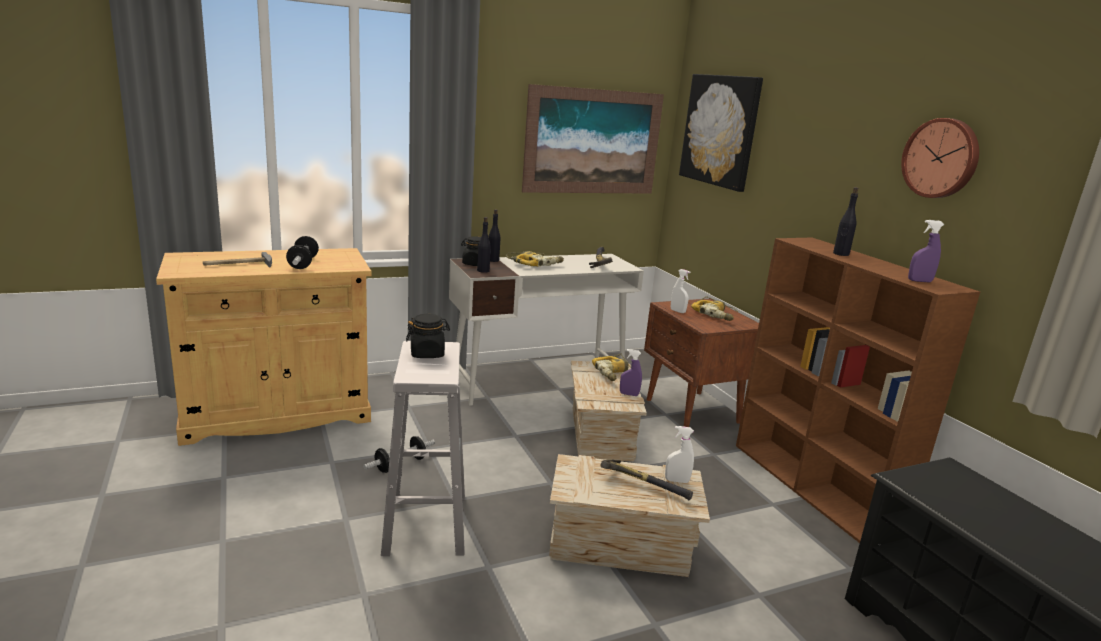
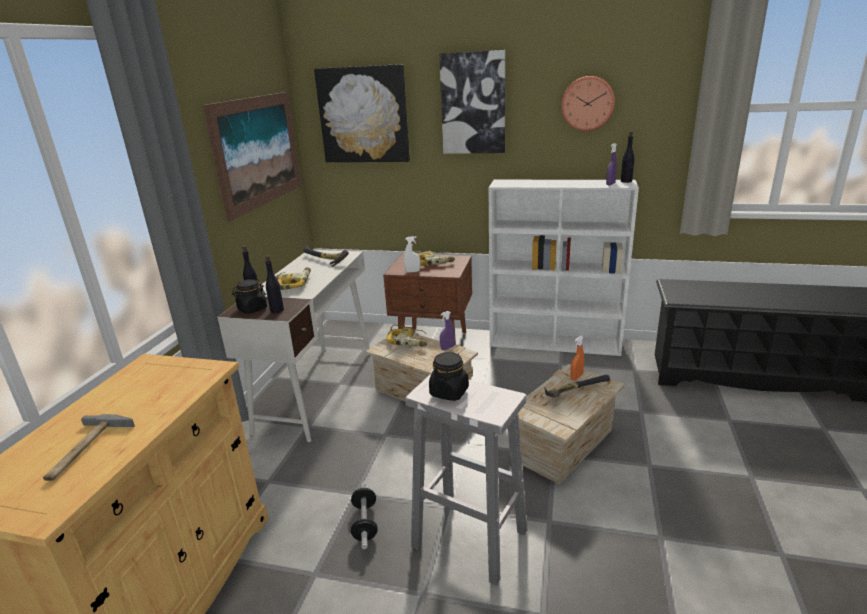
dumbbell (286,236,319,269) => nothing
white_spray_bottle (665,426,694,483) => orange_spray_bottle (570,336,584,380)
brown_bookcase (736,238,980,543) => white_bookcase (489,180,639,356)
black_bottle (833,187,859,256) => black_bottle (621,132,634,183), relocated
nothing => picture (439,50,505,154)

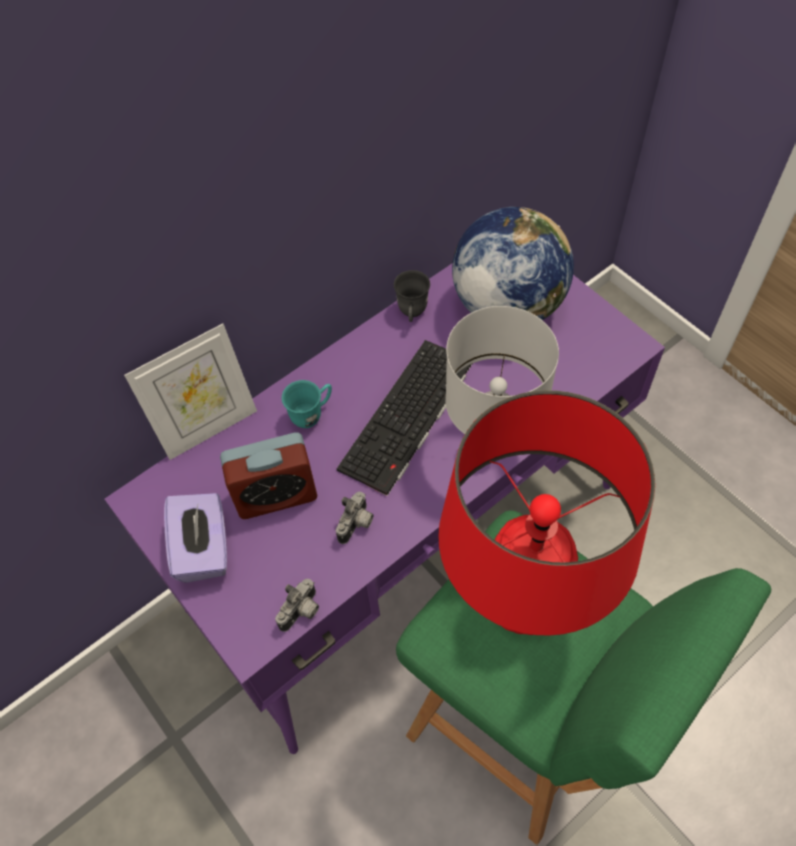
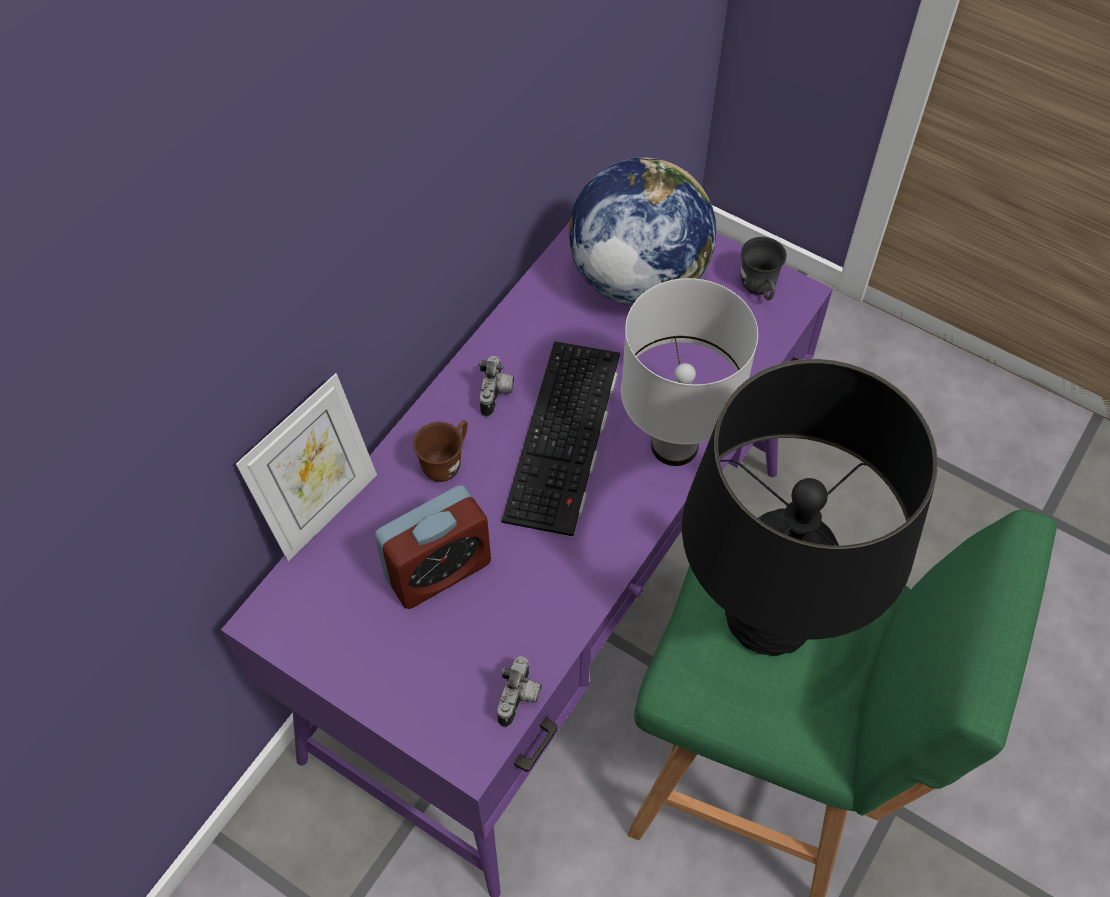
purple_tissue_box (164,493,227,583) => nothing
turquoise_mug (282,380,332,428) => brown_mug (413,420,468,482)
photo_camera (336,492,374,544) => photo_camera (479,356,514,417), relocated
grey_mug (394,270,430,322) => grey_mug (741,237,787,300), relocated
red_table_lamp (438,390,655,636) => black_table_lamp (682,359,938,656)

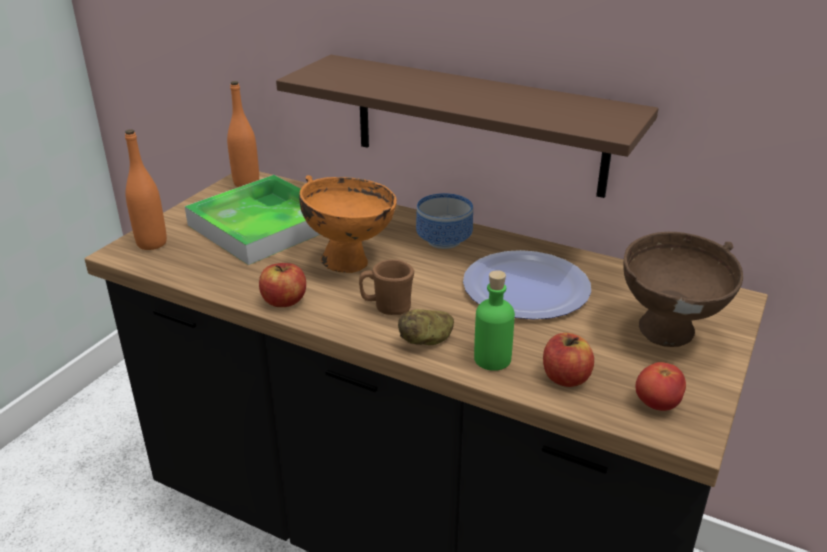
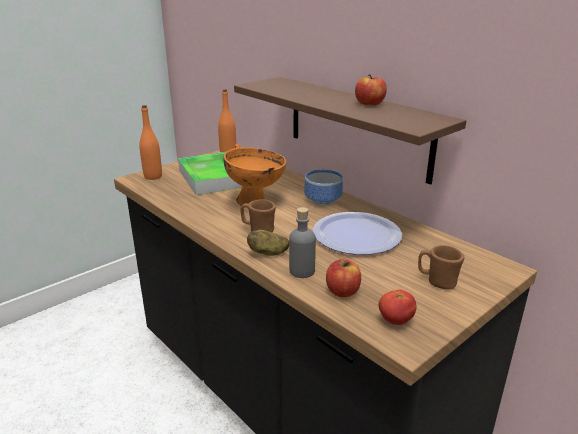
apple (259,263,306,307) => apple (355,74,387,105), relocated
green_bottle (474,270,515,371) => grey_bottle (289,207,316,278)
brown_bowl (623,232,743,347) => brown_mug (418,245,464,290)

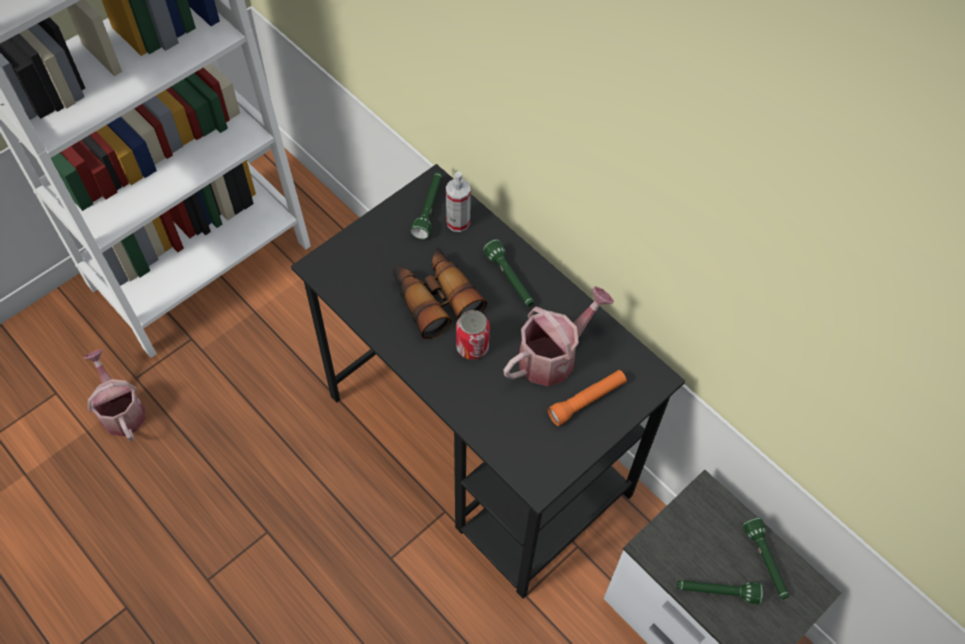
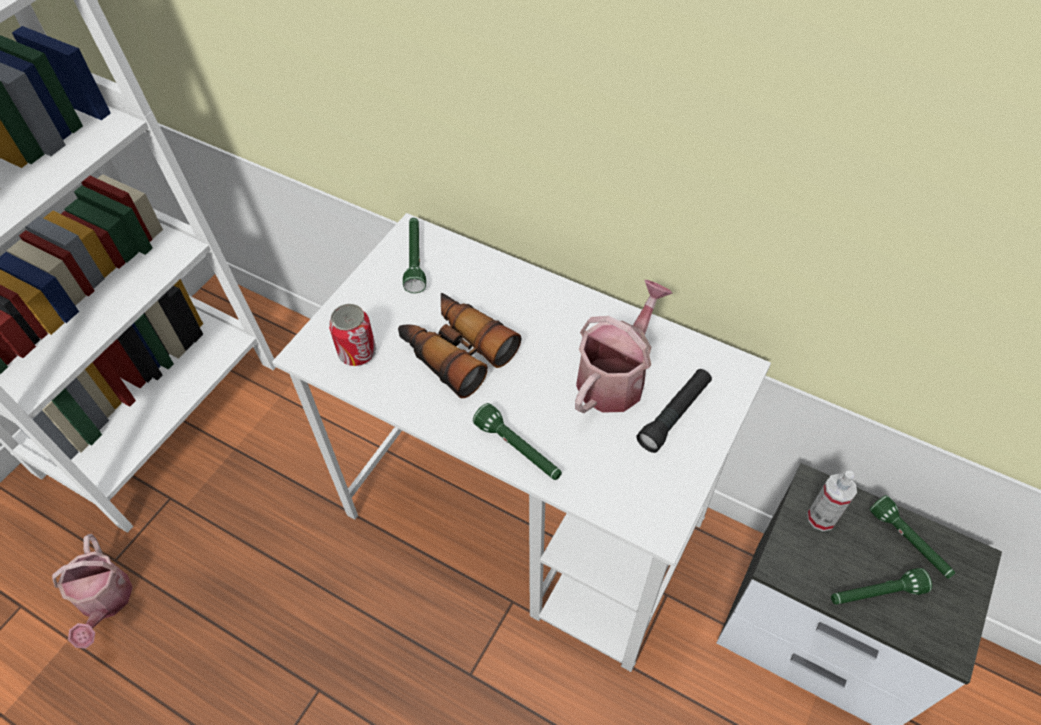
watering_can (84,350,145,441) => watering_can (52,534,133,649), 150 degrees counterclockwise
black_desk (291,164,685,598) => white_desk (272,213,771,672)
spray_bottle (446,172,471,232) => spray_bottle (807,471,857,531), relocated
can (456,310,490,360) => can (329,304,376,366), relocated
green_flashlight (483,239,534,307) => green_flashlight (473,403,562,480), relocated
orange_flashlight (547,370,627,426) => black_flashlight (636,369,712,453)

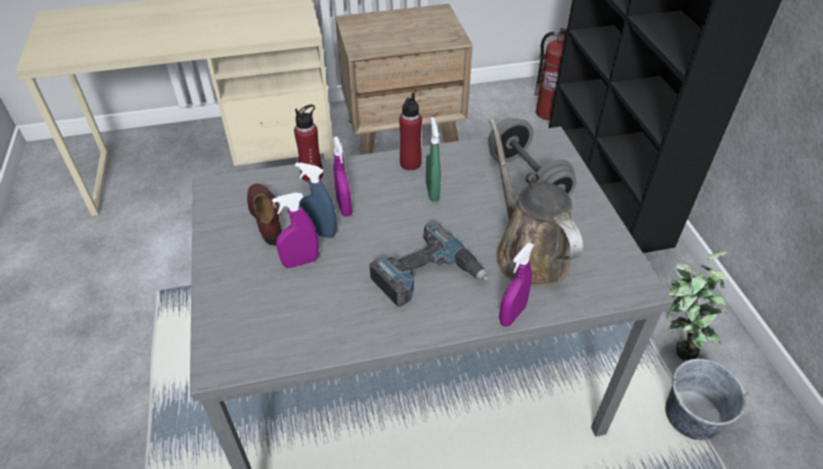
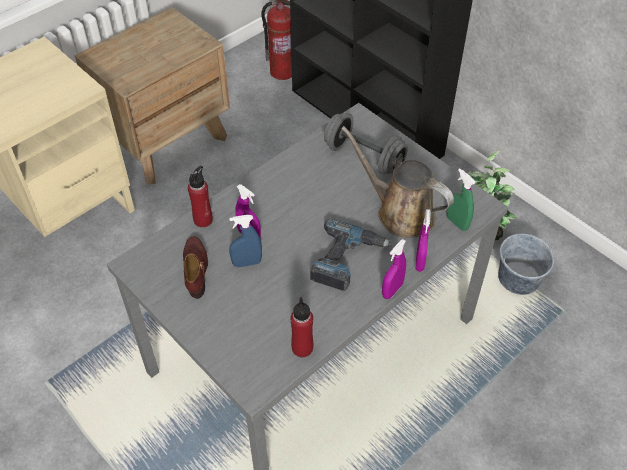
brown_shoe (247,183,282,245) => brown_shoe (183,236,208,299), 45 degrees clockwise
purple_spray_bottle (272,192,319,268) => purple_spray_bottle (382,239,406,299), relocated
red_bottle (399,93,422,170) => red_bottle (290,297,313,357), relocated
green_spray_bottle (426,117,441,202) => green_spray_bottle (447,168,476,231), relocated

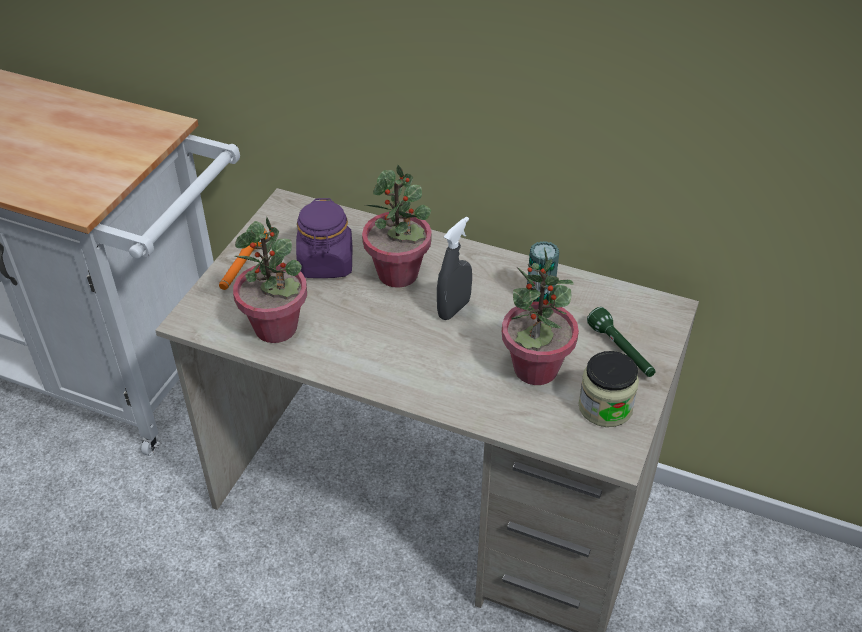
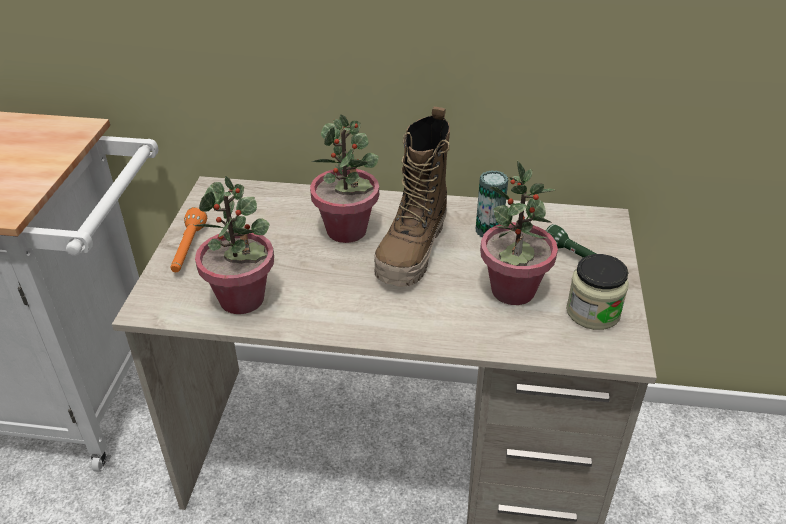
purple_jar (296,198,352,278) => nothing
grey_spray_bottle (437,216,472,320) => boot (374,107,450,287)

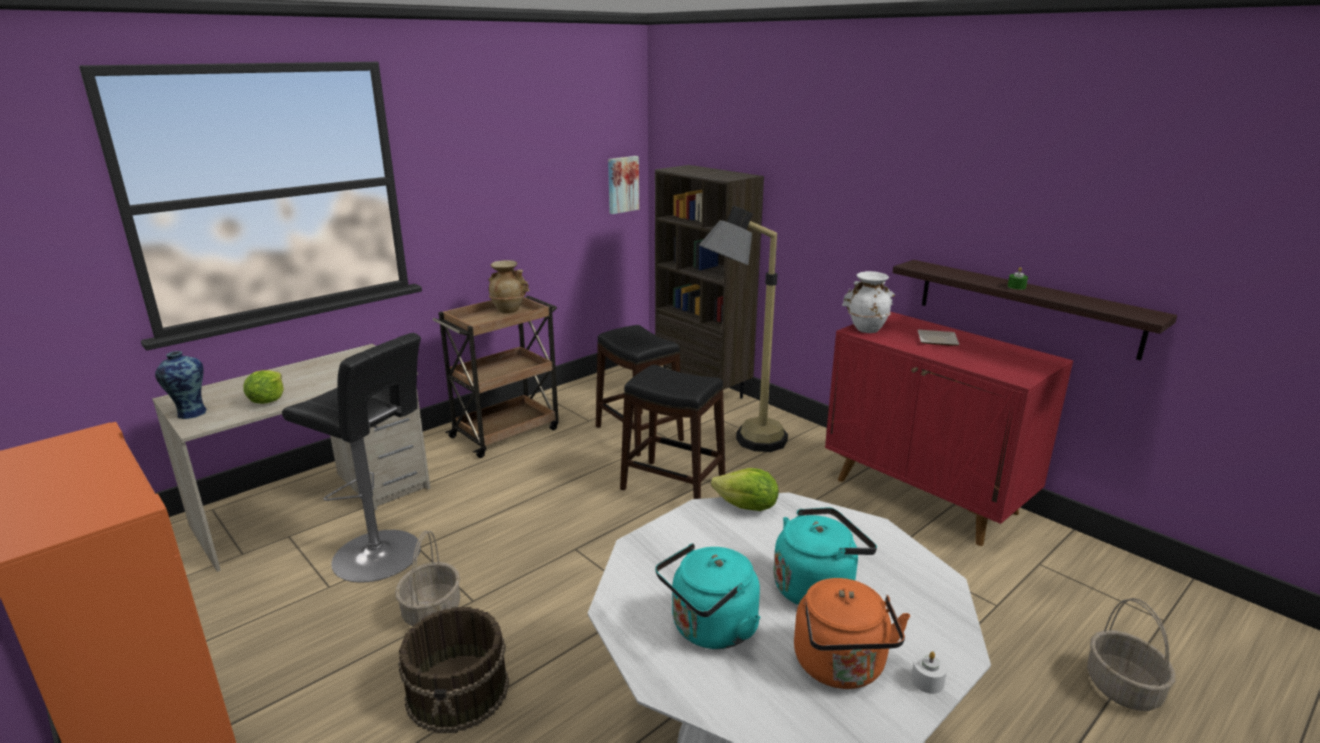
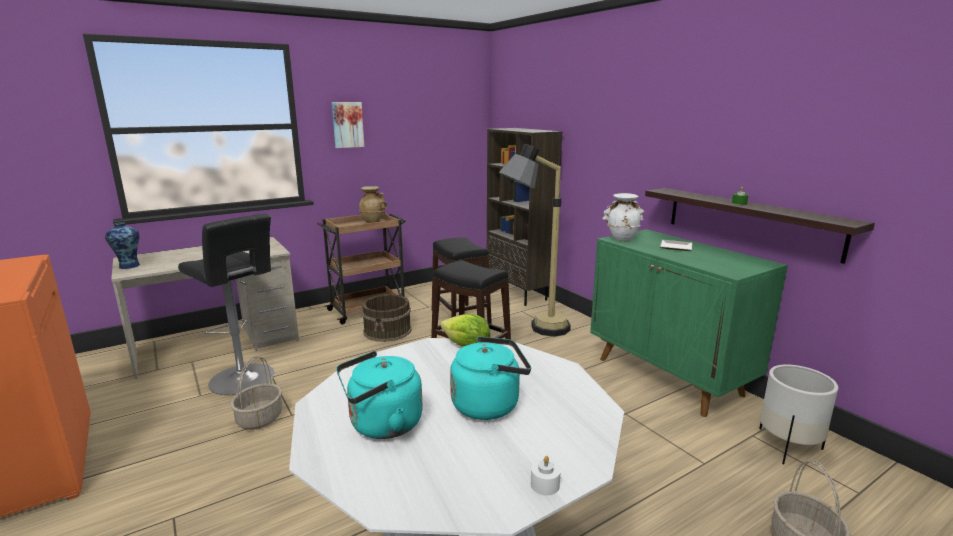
lettuce (243,370,284,404) => nothing
brown_bucket (398,607,509,733) => brown_bucket (362,294,412,342), relocated
picture (608,156,639,214) => picture (332,102,364,148), relocated
orange_kettle (794,578,910,689) => nothing
red_cabinet (825,312,1073,546) => green_cabinet (590,229,788,417)
nothing => white_planter (759,364,838,464)

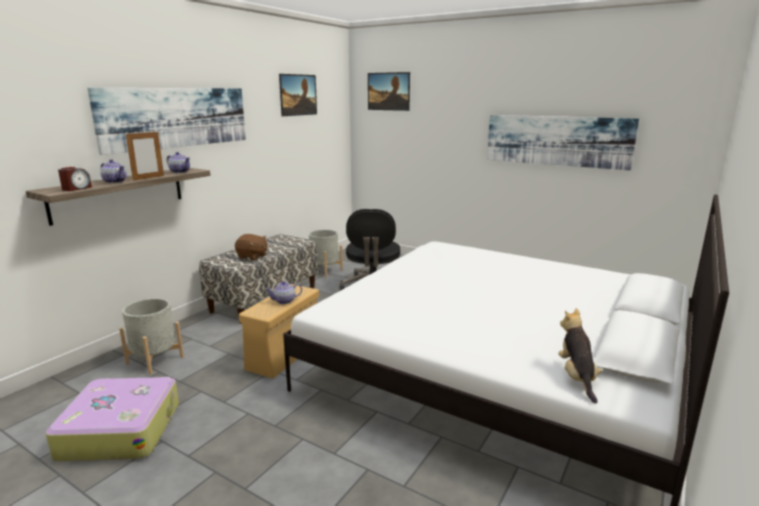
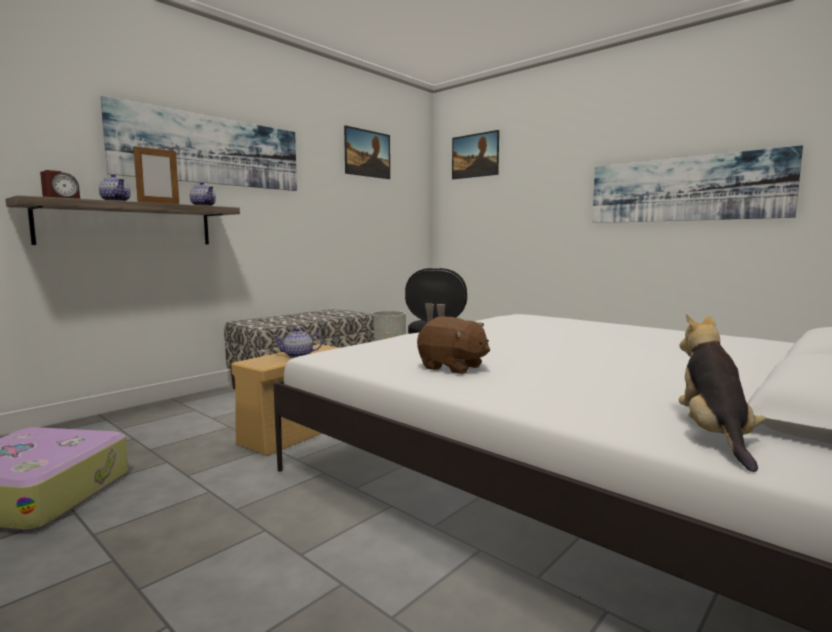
grey_planter (119,298,184,375) => nothing
brown_plush_toy (235,234,268,260) => brown_plush_toy (417,317,490,374), relocated

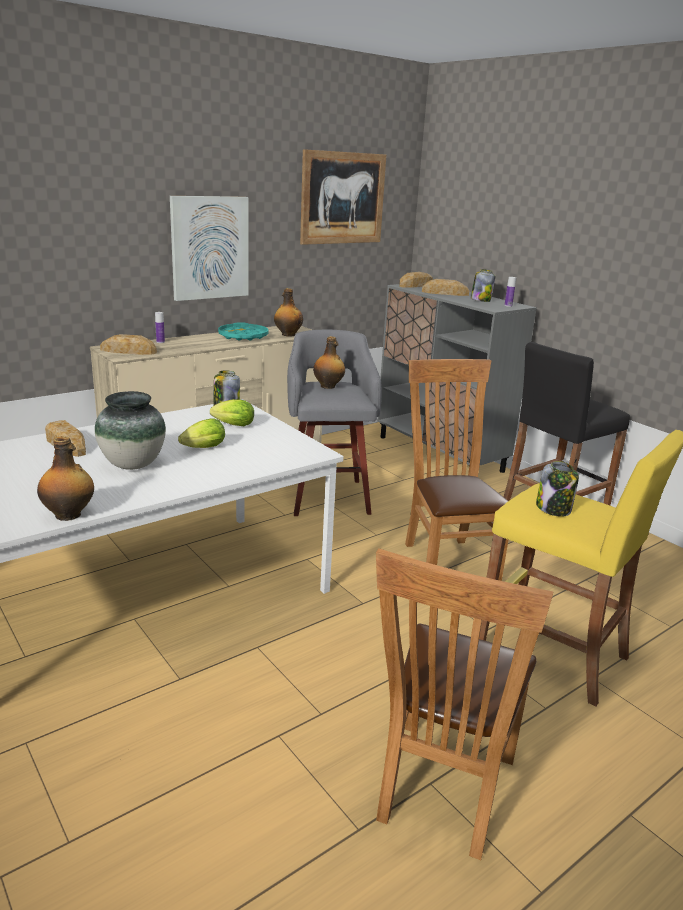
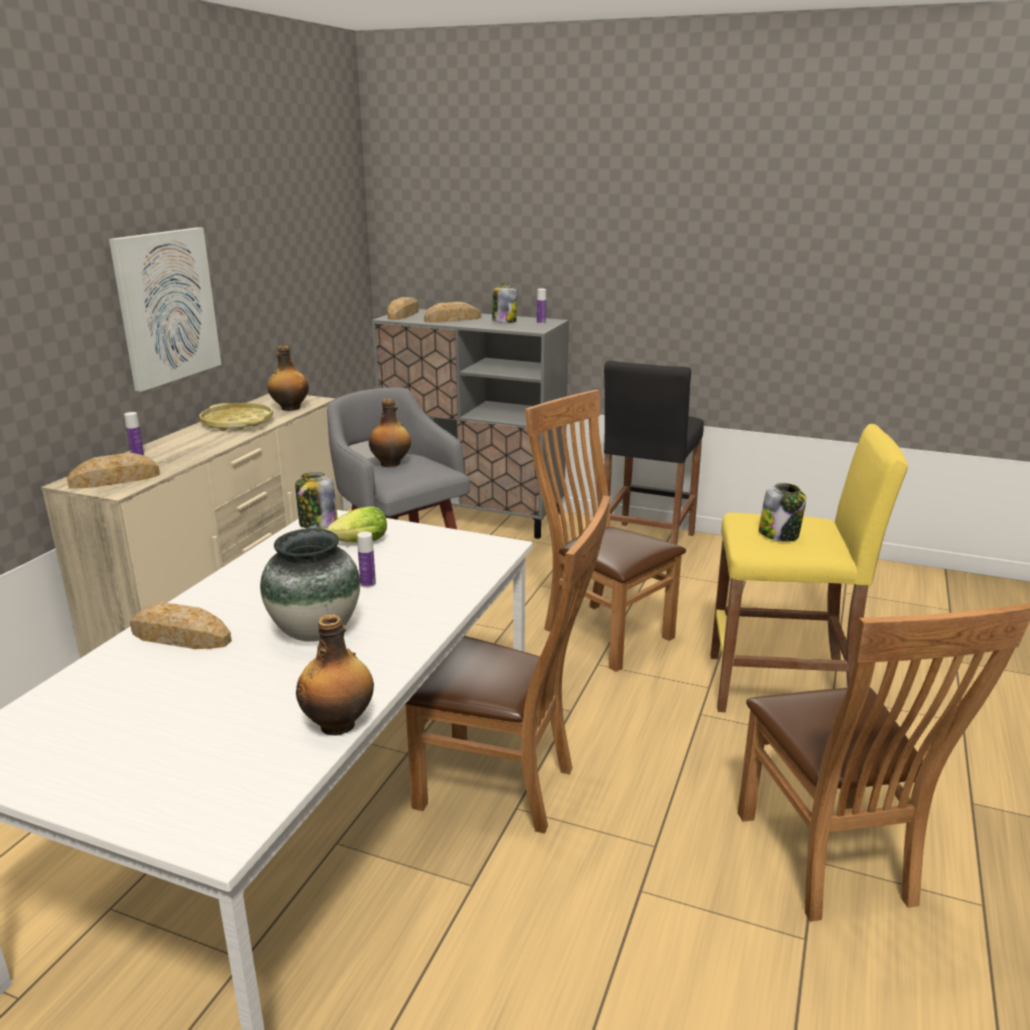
lettuce (178,418,225,448) => bottle (357,532,376,588)
turquoise_tray (218,322,269,341) => yellow_tray (199,403,273,431)
picture (300,149,386,245) => nothing
nothing => brown_chair (406,496,610,834)

